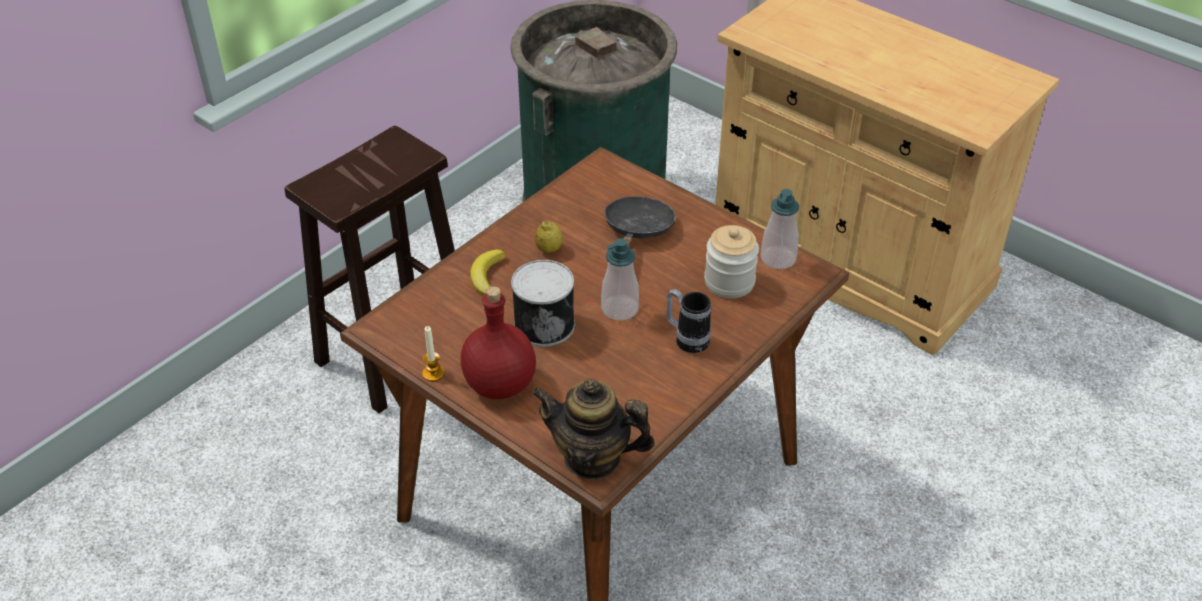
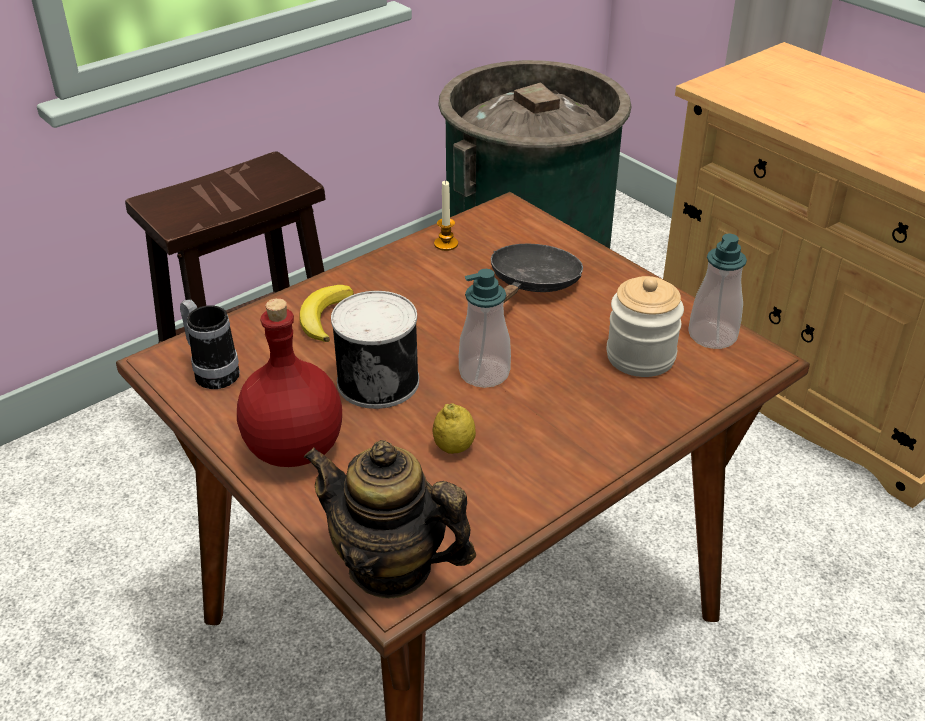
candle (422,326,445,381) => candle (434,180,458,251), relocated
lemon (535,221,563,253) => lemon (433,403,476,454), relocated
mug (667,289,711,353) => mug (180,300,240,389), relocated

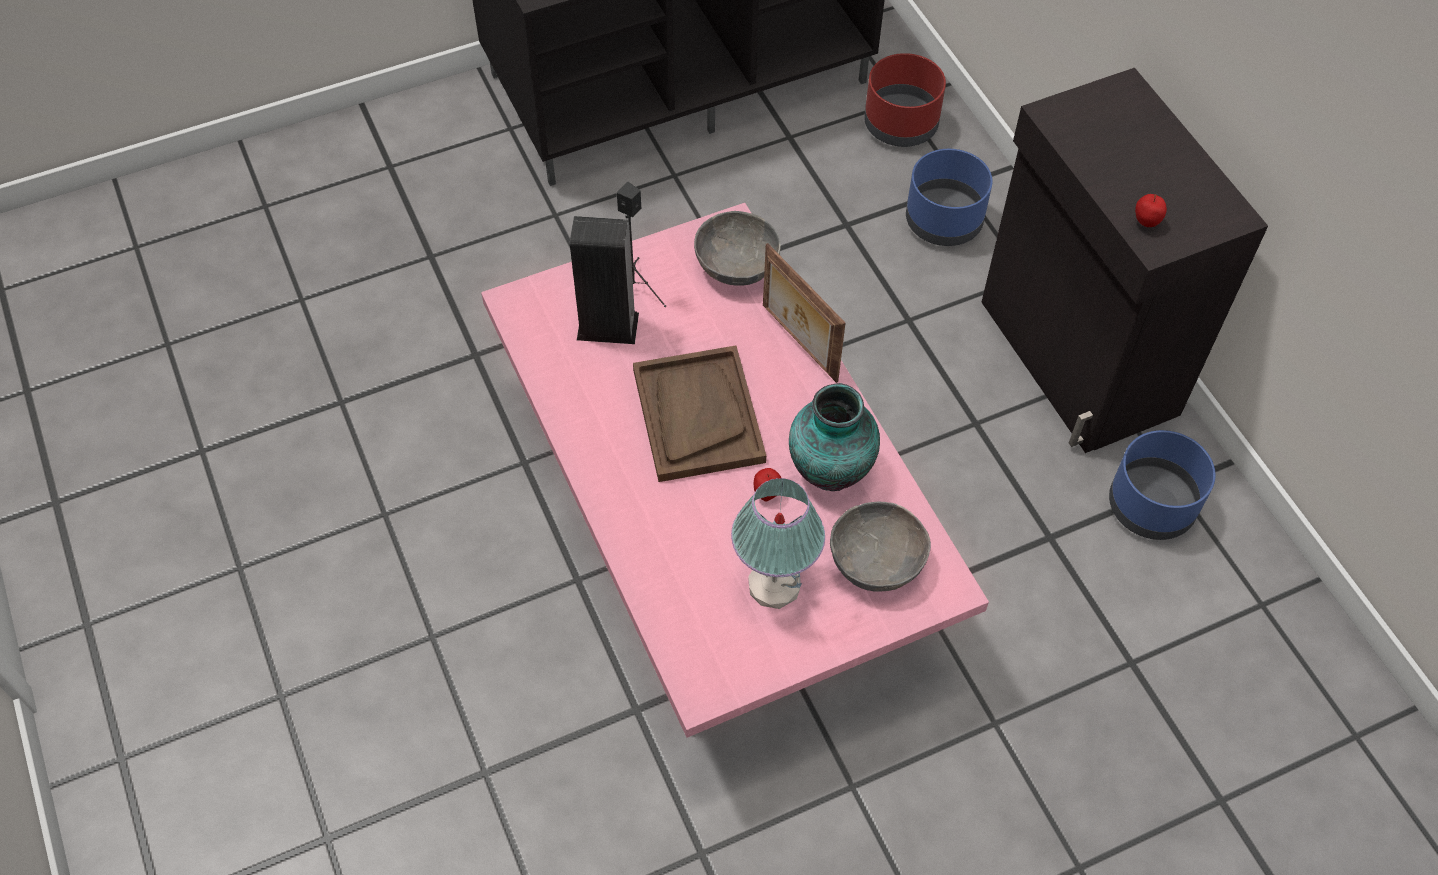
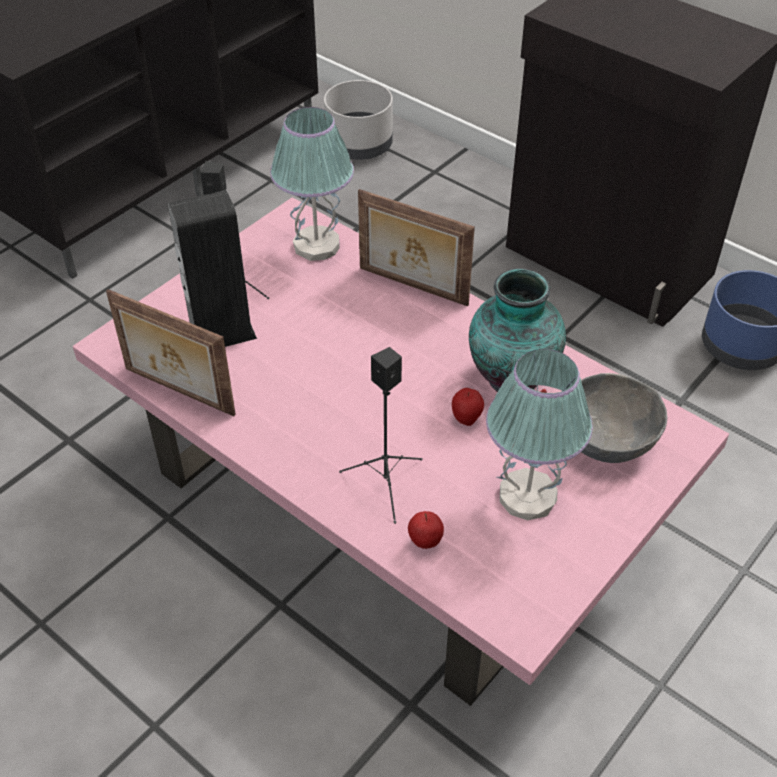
brown_tray (633,346,766,482) => nothing
grey_bowl (694,211,781,286) => table_lamp (270,107,354,261)
red_planter (864,53,946,147) => grey_planter (324,80,393,160)
blue_planter (906,149,993,246) => nothing
apple (1135,194,1167,227) => apple (408,511,444,549), relocated
nothing => picture_frame (106,289,236,416)
nothing => black_speaker (339,347,423,524)

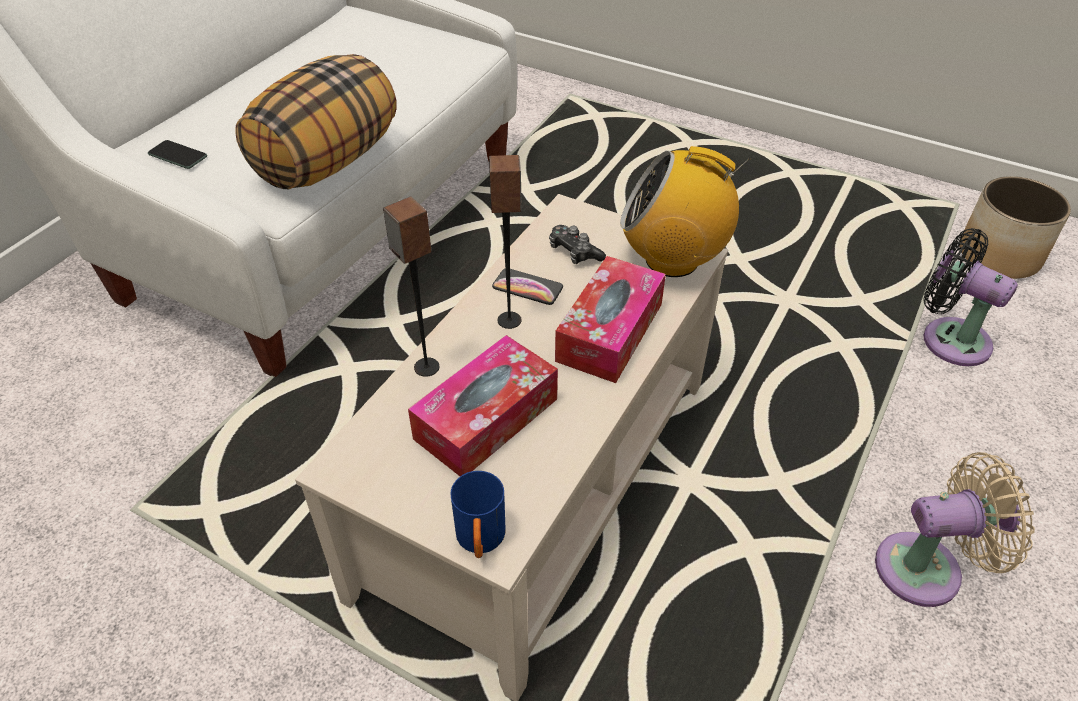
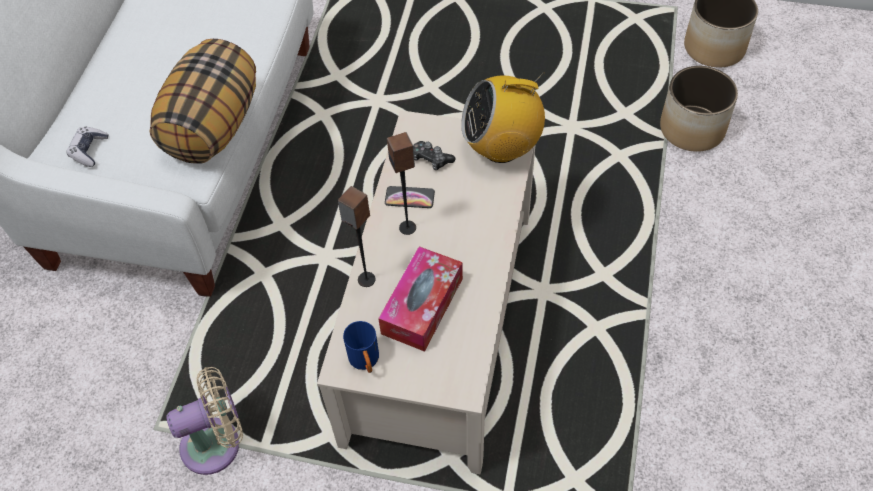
phone (148,140,207,169) => game_controller (66,126,109,167)
blue_mug (450,471,506,558) => blue_mug (343,321,379,373), relocated
tissue_box (555,256,666,383) => nothing
beige_fan (875,452,1035,607) => beige_fan (166,367,243,475), relocated
black_fan (923,228,1018,366) => planter (660,66,738,152)

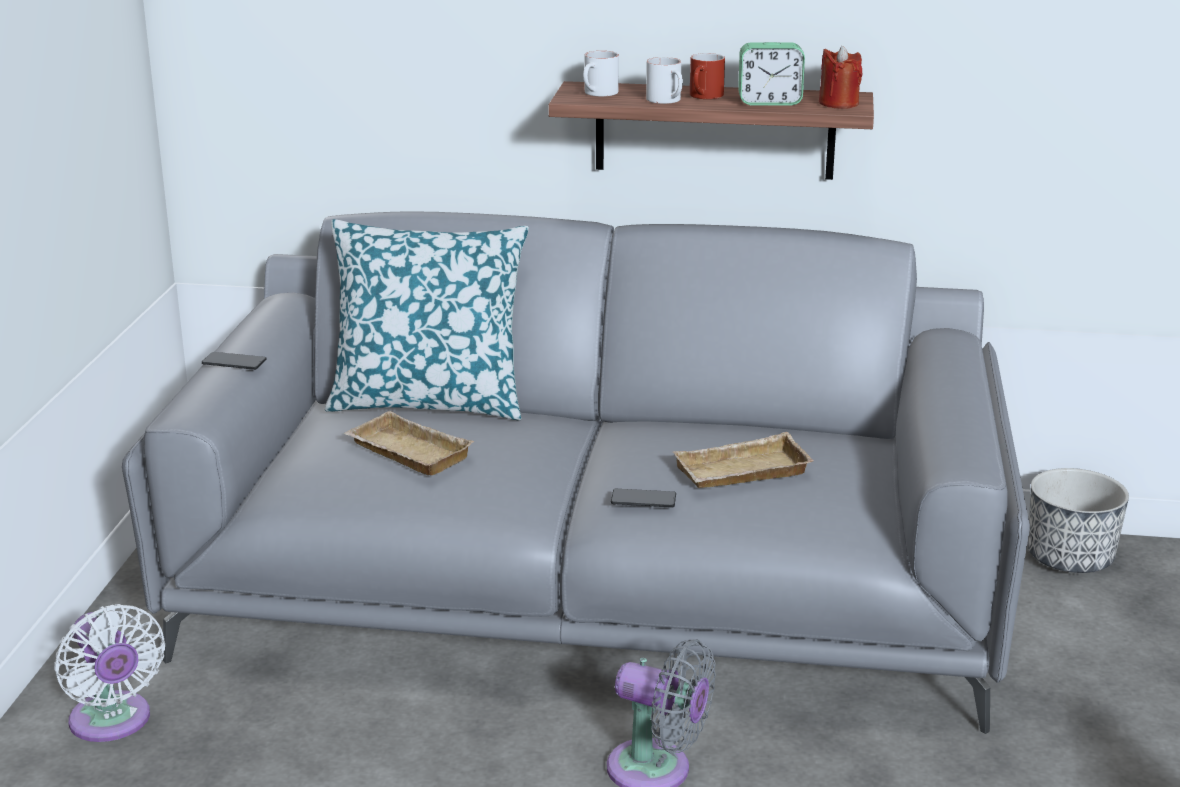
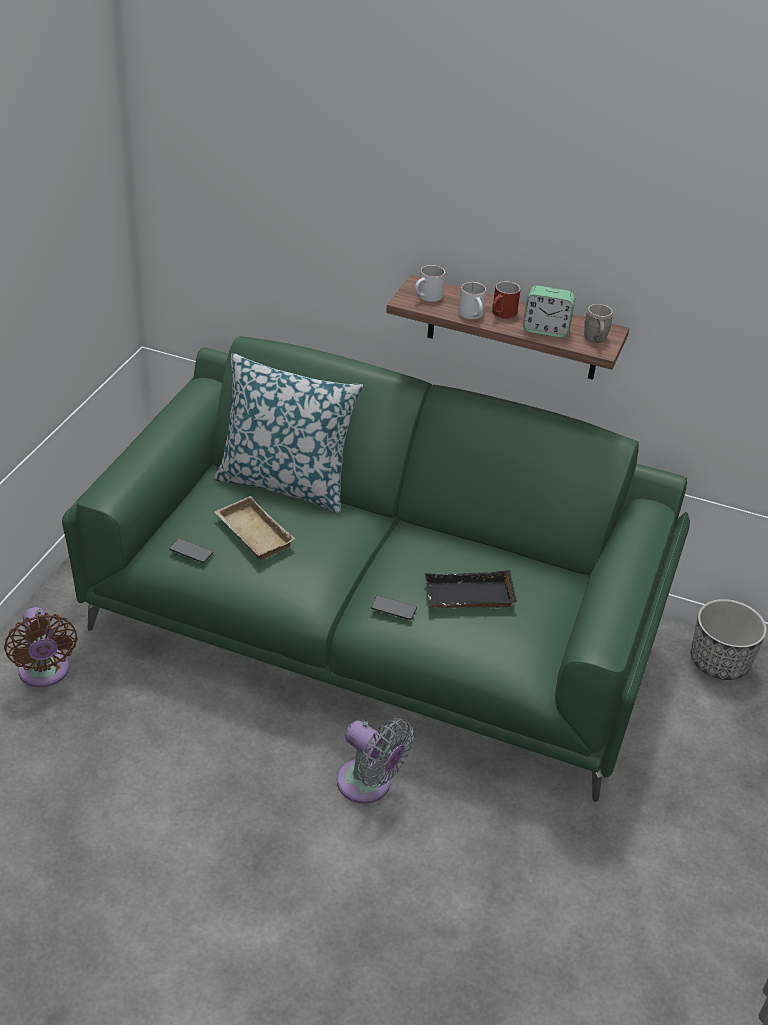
white_fan (54,604,165,742) => brown_fan (4,607,78,687)
grey_sofa (122,211,1030,734) => green_sofa (62,336,690,802)
phone (202,352,266,370) => phone (169,538,213,563), relocated
beige_tray (673,432,814,488) => black_tray (425,570,517,608)
red_candle (819,46,862,109) => grey_mug (584,304,613,343)

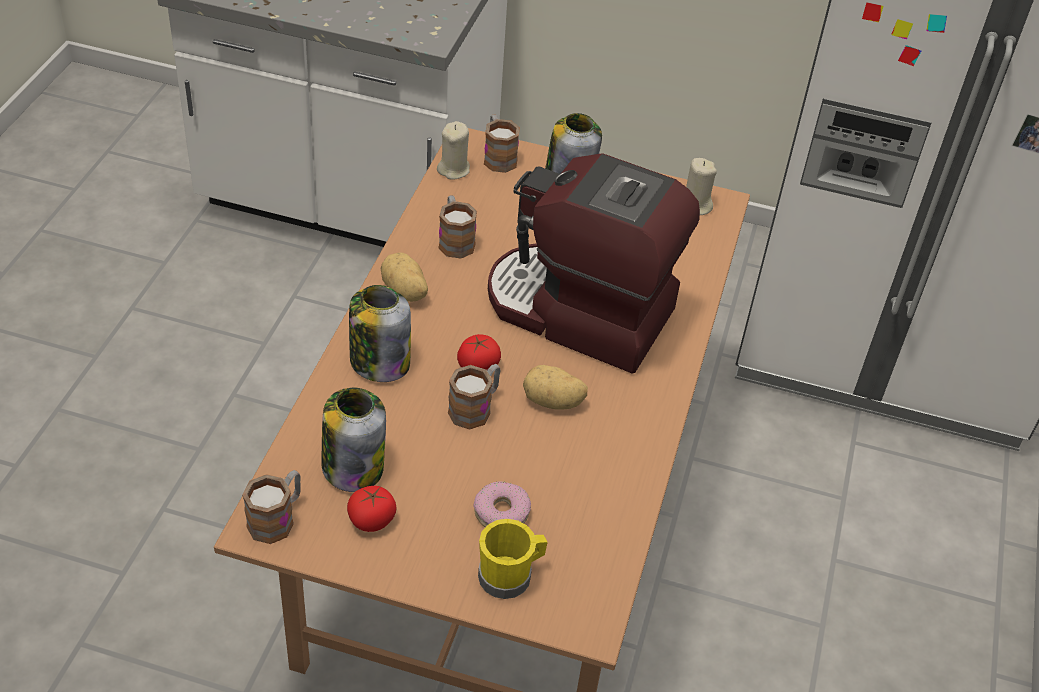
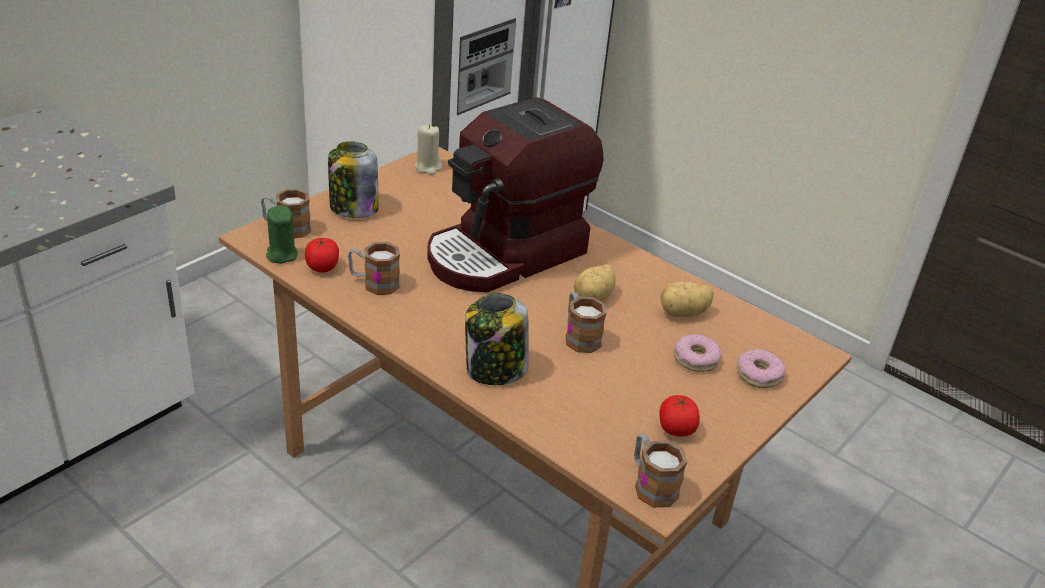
jar (322,387,386,492) => nothing
potato (381,253,428,302) => potato (660,282,714,317), relocated
beige_candle (437,121,470,180) => green_candle (266,205,298,264)
tomato (457,334,501,370) => tomato (305,238,339,273), relocated
yellow_mug (478,519,548,599) => donut (737,349,786,388)

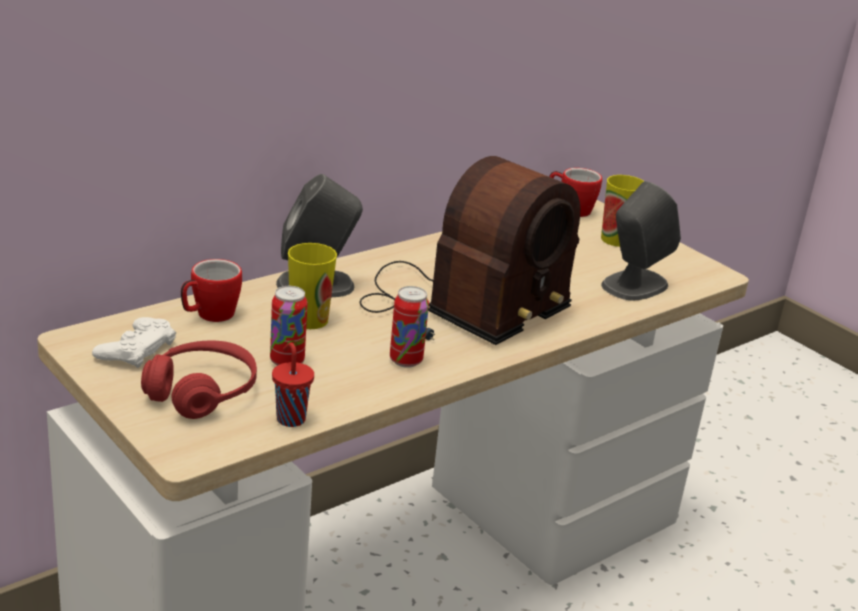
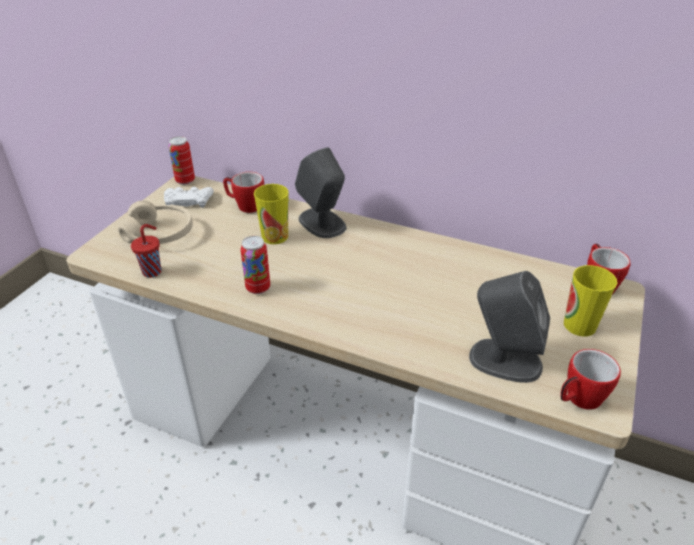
red_headphones (141,341,257,419) => beige_headphones (118,201,193,244)
can (270,286,308,366) => can (169,136,195,185), relocated
radio (359,156,580,345) => nothing
nothing => mug (560,349,621,410)

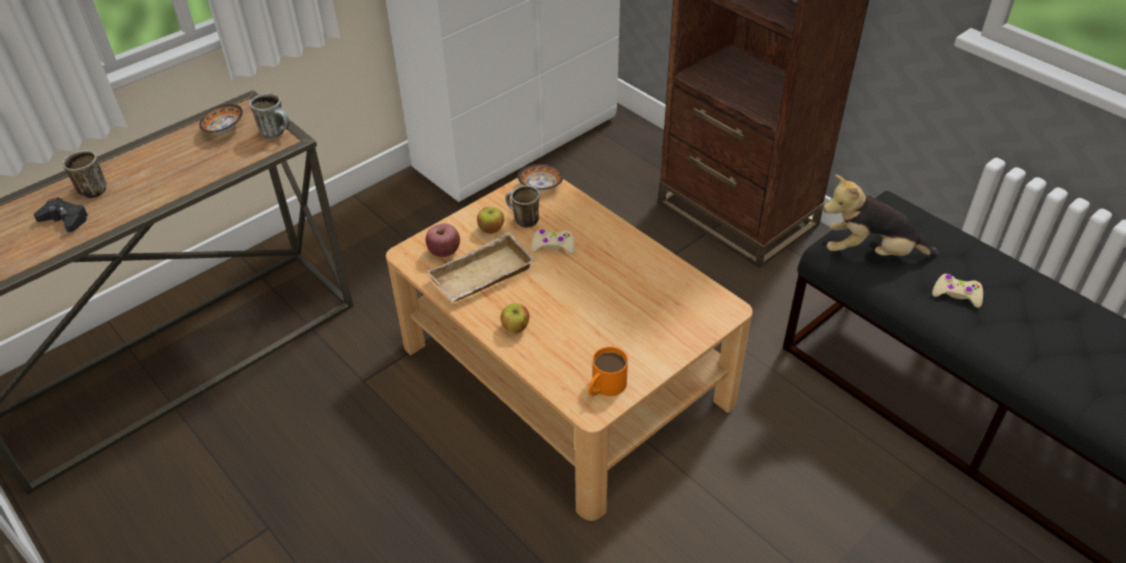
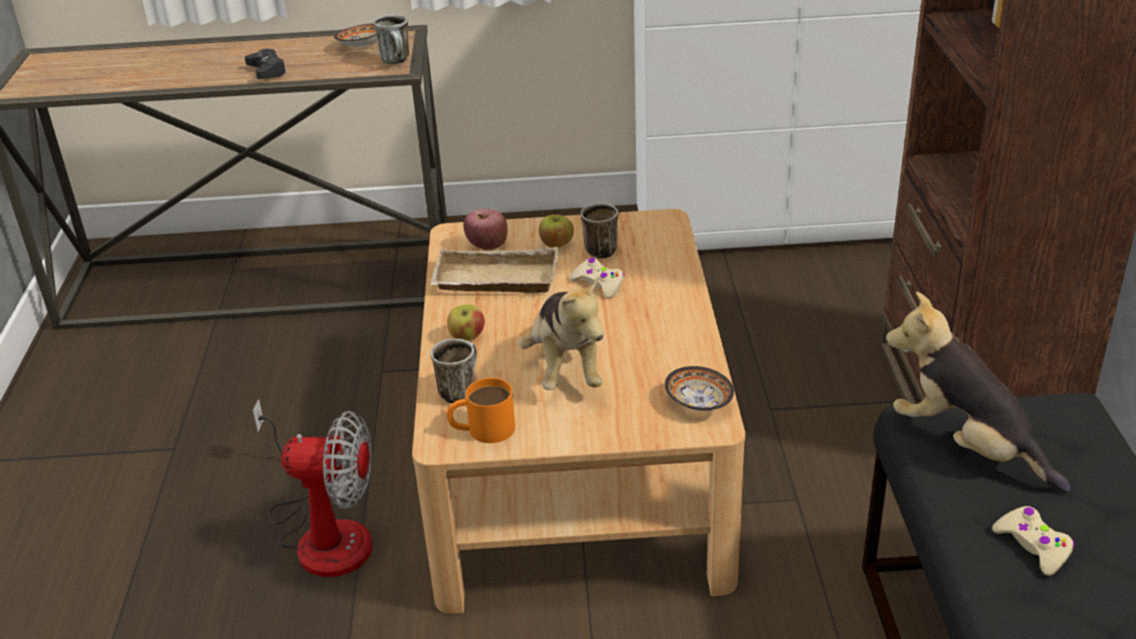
black_game_controller (34,197,89,232) => black_game_controller (245,49,287,79), relocated
mug (62,150,107,198) => mug (430,339,477,403), relocated
bowl (518,164,563,190) => bowl (665,366,734,411), relocated
nothing => fan (253,399,373,577)
nothing => plush_toy (519,277,604,390)

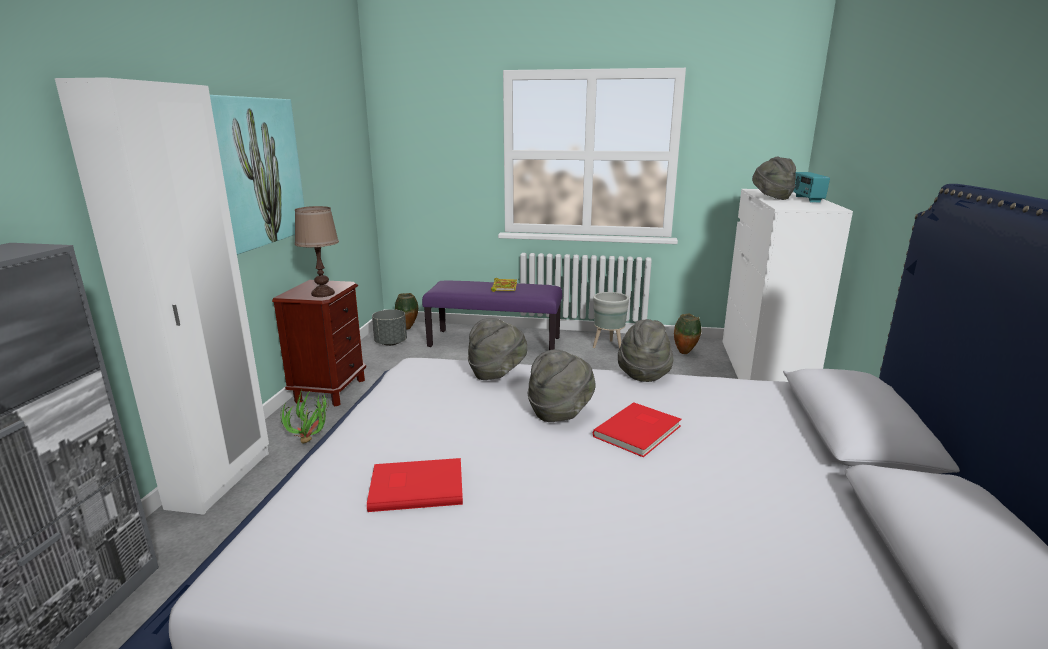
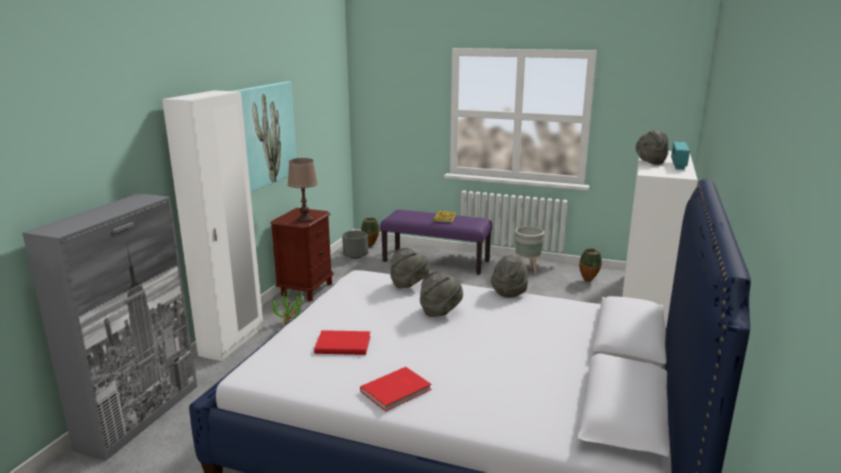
red_book (593,402,682,457) => red_book (360,367,432,412), relocated

